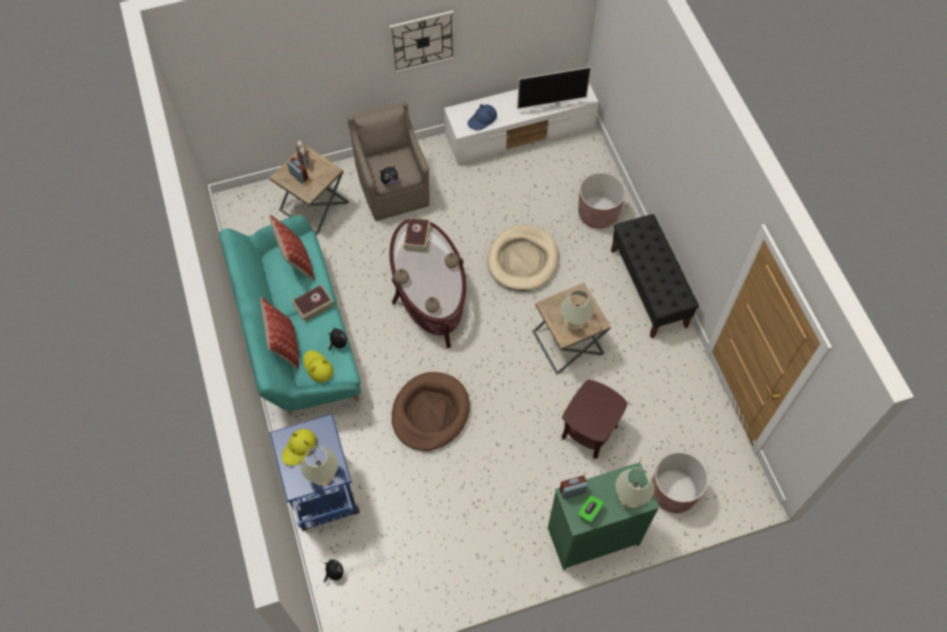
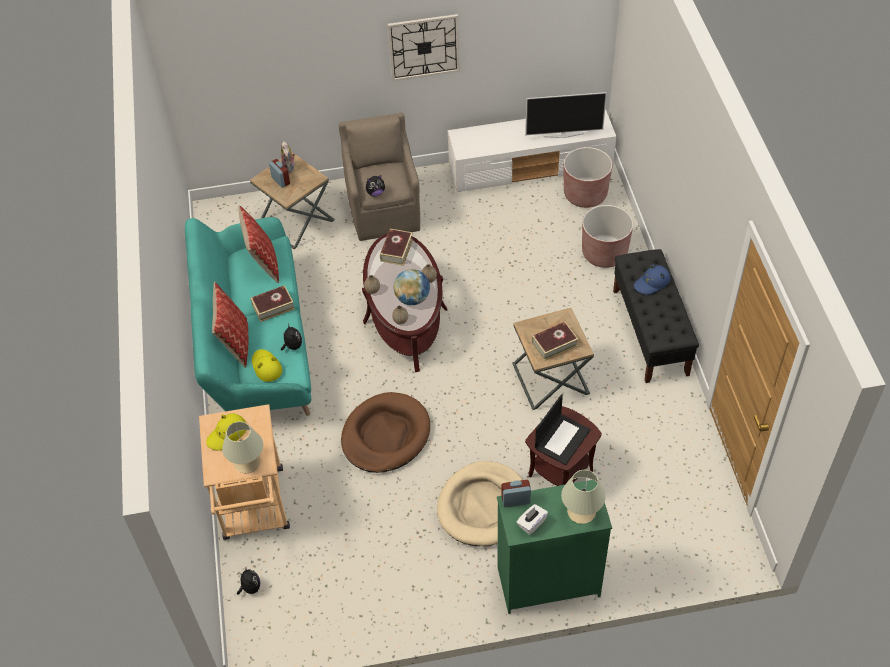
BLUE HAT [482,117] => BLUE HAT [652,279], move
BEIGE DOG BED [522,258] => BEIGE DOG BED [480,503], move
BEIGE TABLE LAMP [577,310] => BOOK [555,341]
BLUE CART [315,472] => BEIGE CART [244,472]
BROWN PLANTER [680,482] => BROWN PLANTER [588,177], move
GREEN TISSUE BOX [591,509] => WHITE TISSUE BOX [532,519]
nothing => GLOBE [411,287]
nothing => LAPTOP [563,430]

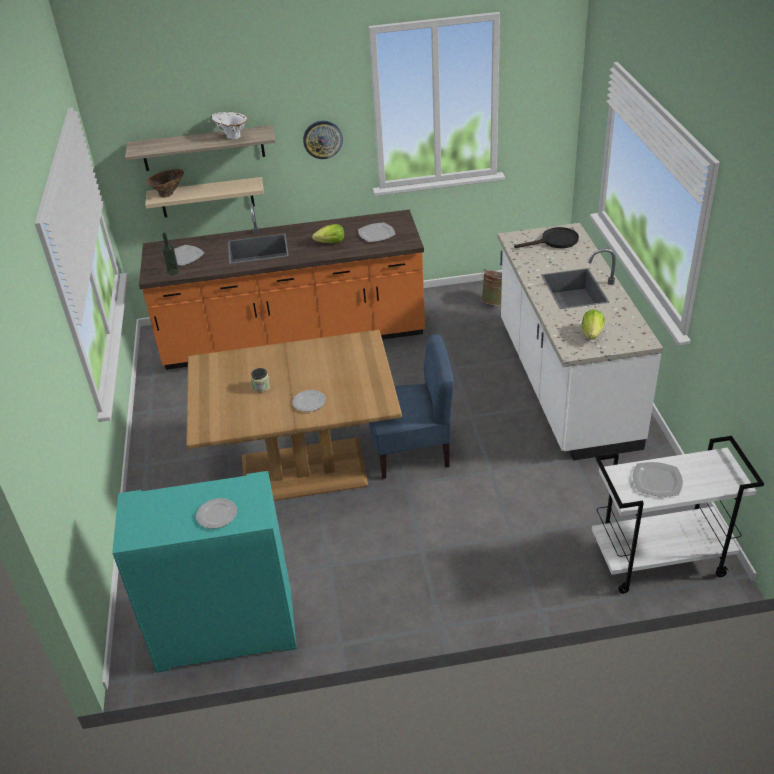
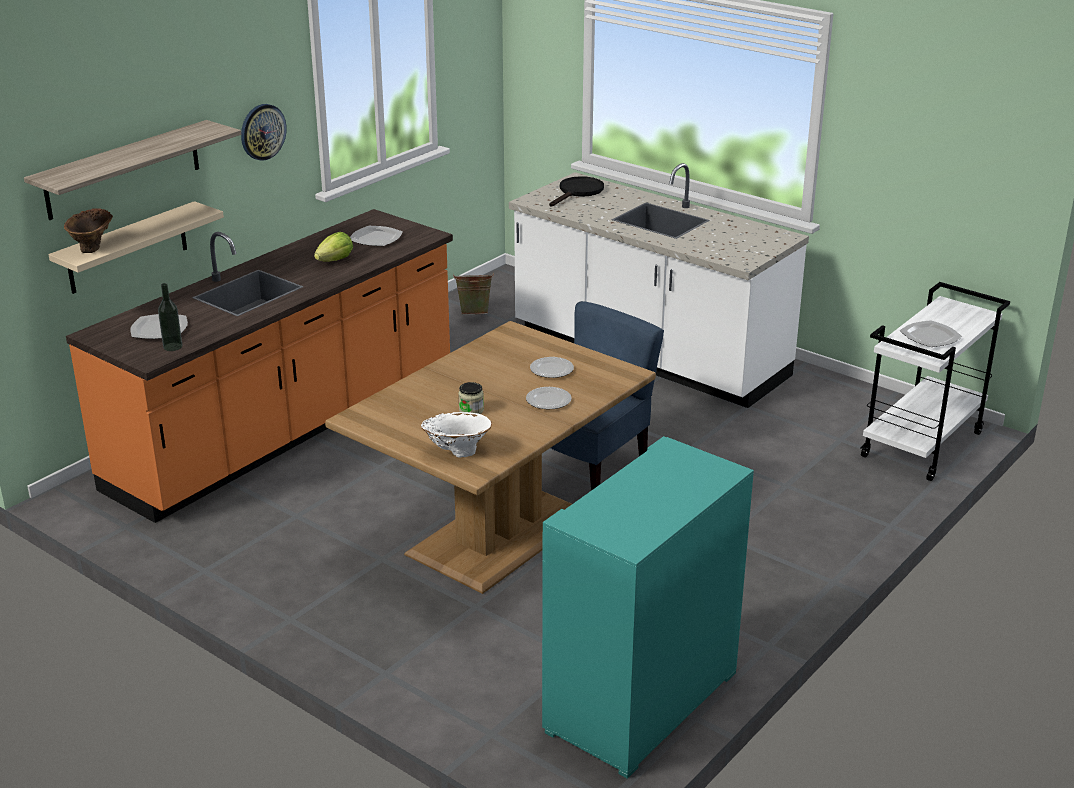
WHITE VASE [229,126] => WHITE VASE [456,435], move
LETTUCE [593,324] => nothing
PLATE [216,513] => PLATE [552,367], move

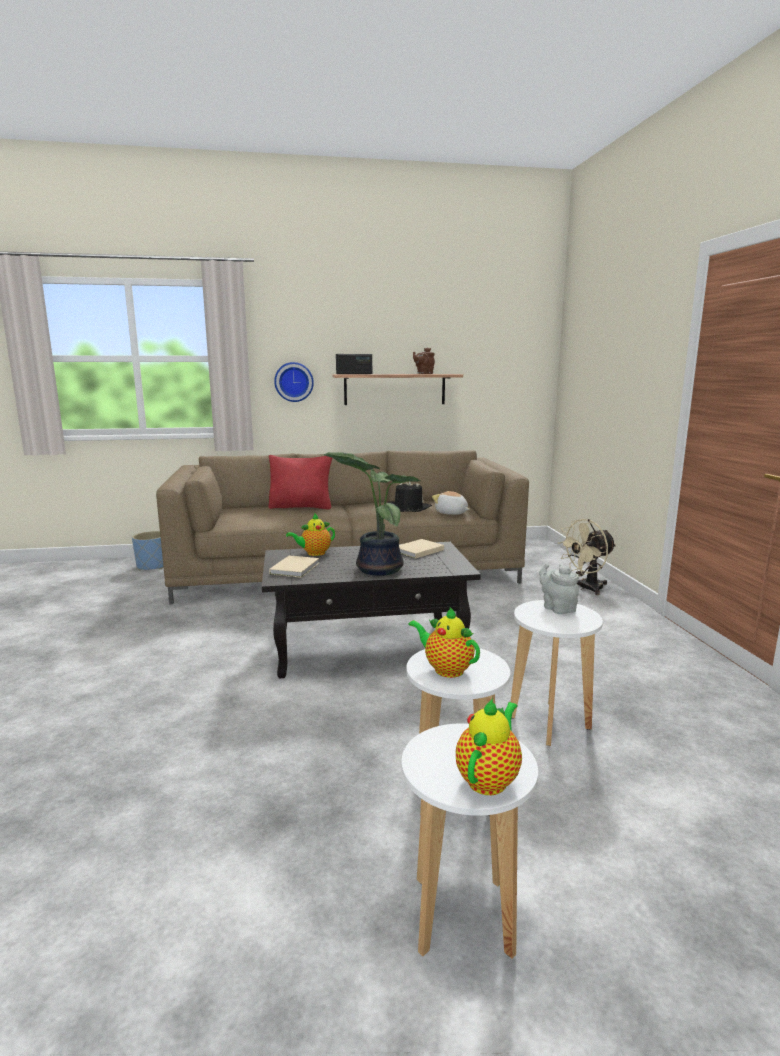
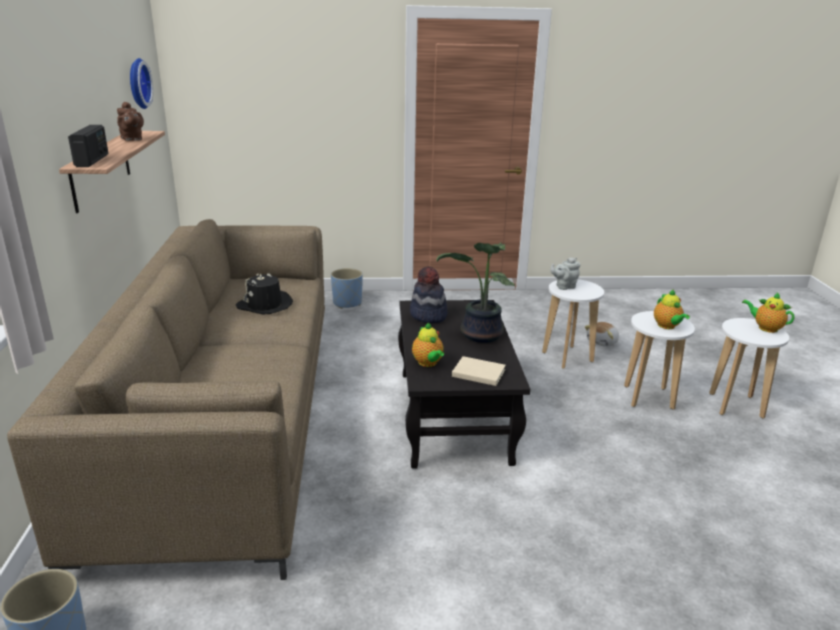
WALL CLOCK [294,382] => WALL CLOCK [141,83], move
RED PILLOW [300,482] => nothing
PLUSH TOY [451,503] => PLUSH TOY [602,334], move
BEIGE FAN [587,557] => BLUE PLANTER [347,288]
BEIGE BOOK [421,549] => HAT [428,295]
TEAPOT [444,642] => TEAPOT [672,309], 60 degrees counterclockwise

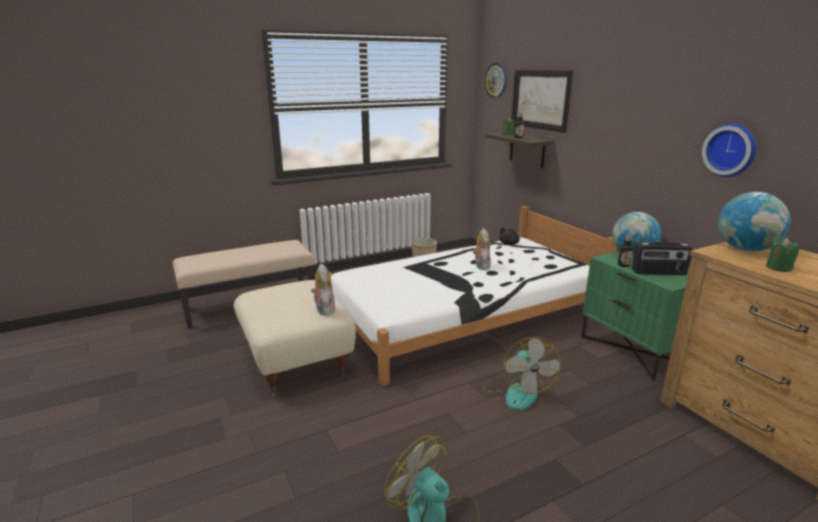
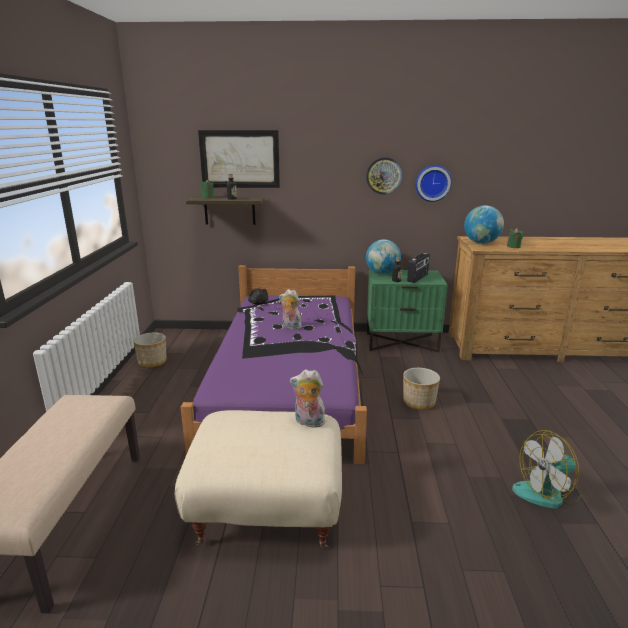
WALL CLOCK [496,80] => WALL CLOCK [384,176], move
WHITE BED [473,296] => PURPLE BED [274,364]
FAN [522,373] => PLANTER [421,389]

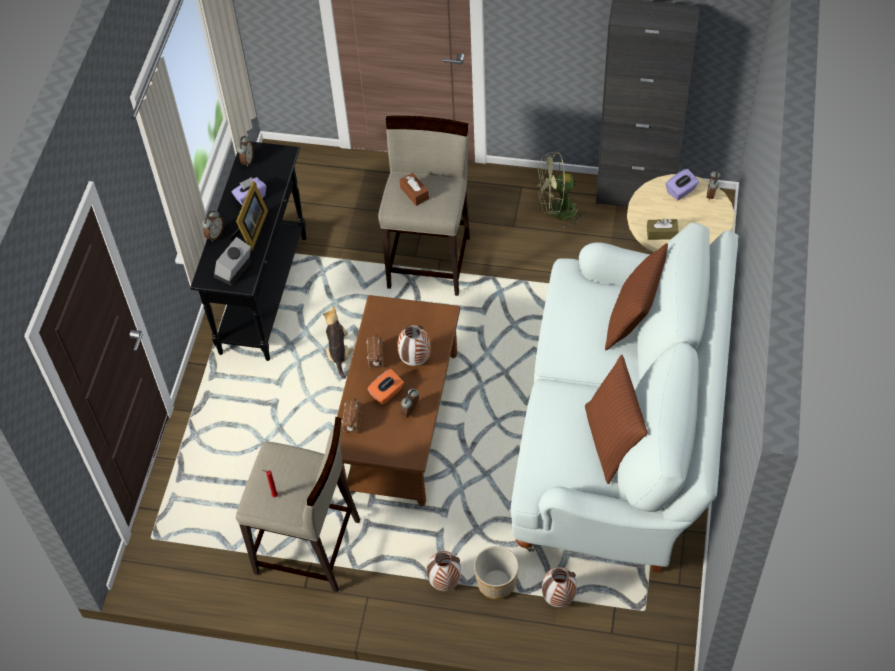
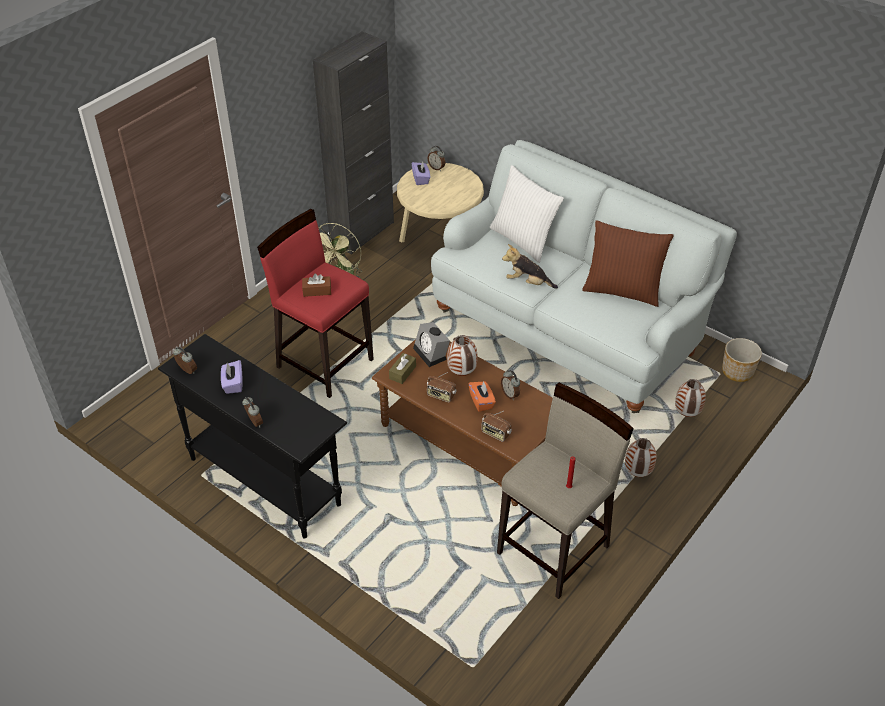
BEIGE STOOL [424,206] => RED STOOL [315,303]
PICTURE FRAME [249,216] => nothing
BROWN TISSUE BOX [663,229] => BROWN TISSUE BOX [402,368], move
ALARM CLOCK [233,261] => ALARM CLOCK [431,344], move
BROWN PILLOW [636,296] => WHITE PILLOW [527,214]
PLUSH TOY [338,342] => PLUSH TOY [530,266], move
PLANTER [496,572] => PLANTER [742,360], move

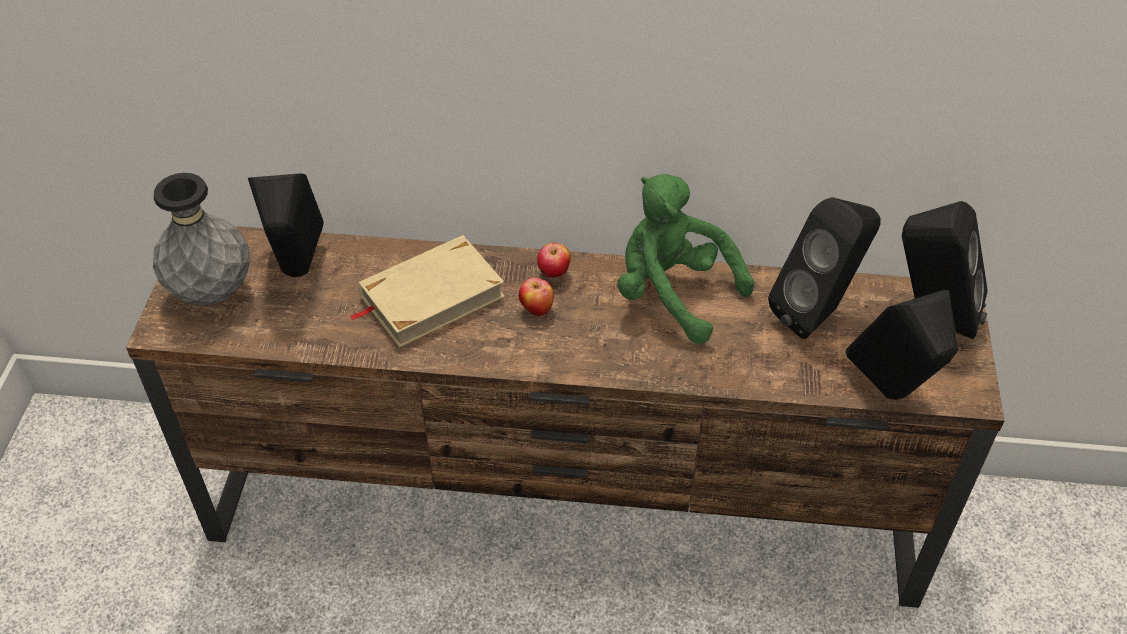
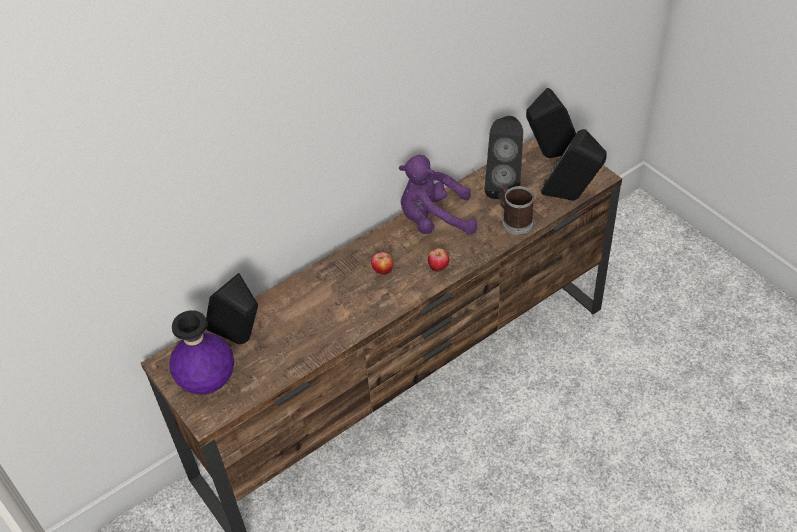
GREY VASE [201,239] => PURPLE VASE [201,352]
GREEN PLUSH TOY [685,259] => PURPLE PLUSH TOY [438,195]
BEIGE BOOK [427,291] => nothing
APPLE [554,260] => APPLE [438,260], move
nothing => MUG [517,210]

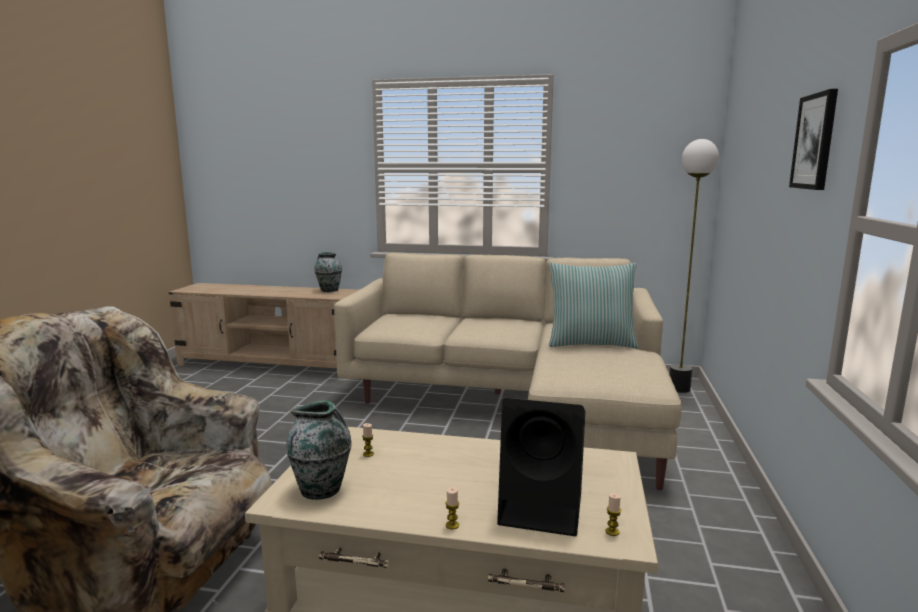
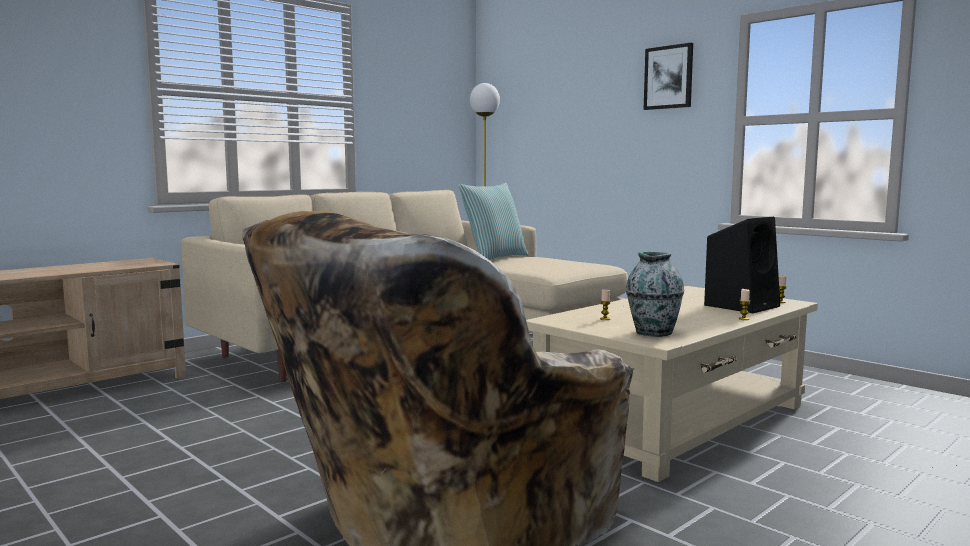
VASE [328,272] => nothing

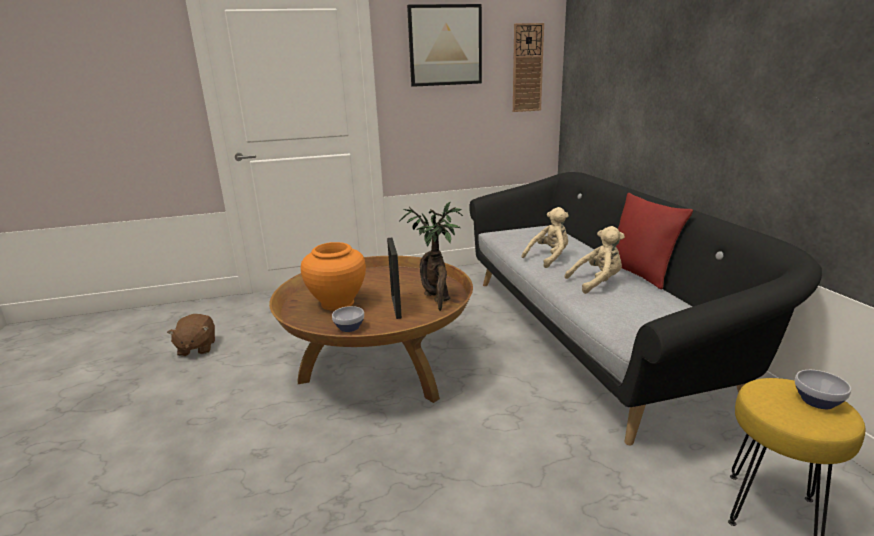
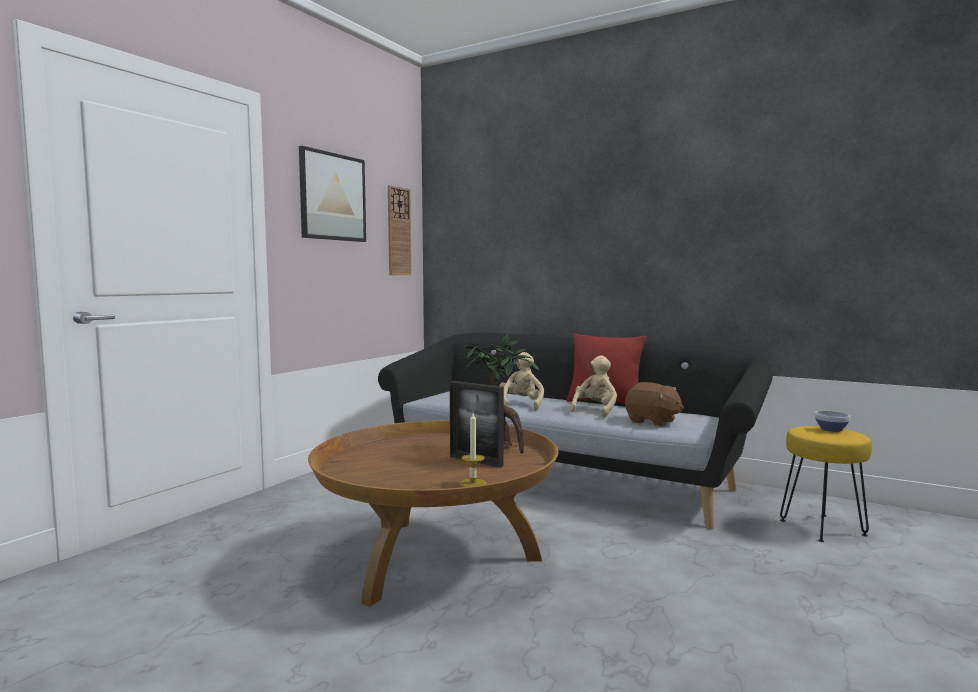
ORANGE VASE [333,276] => nothing
BOWL [348,319] => CANDLE [473,450]
BROWN PLUSH TOY [191,335] => BROWN PLUSH TOY [654,404], move

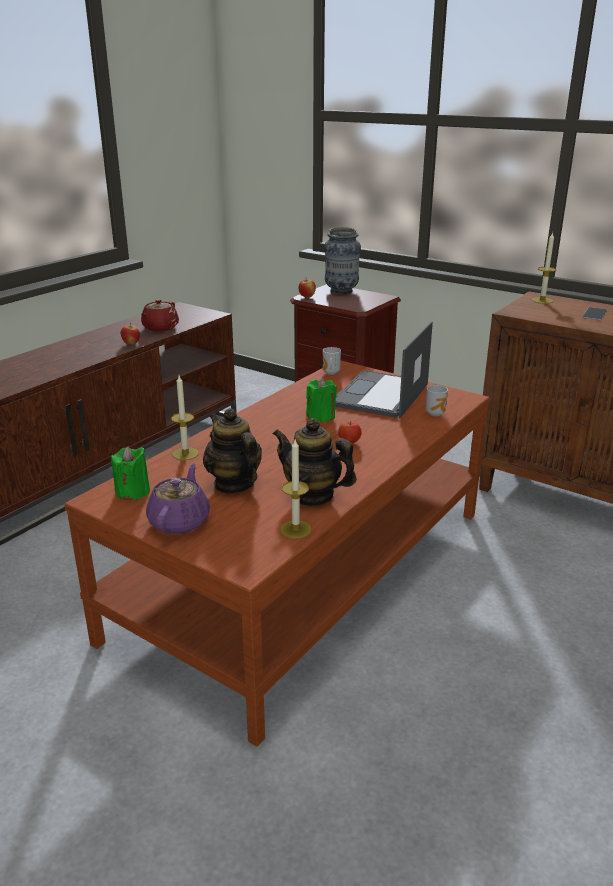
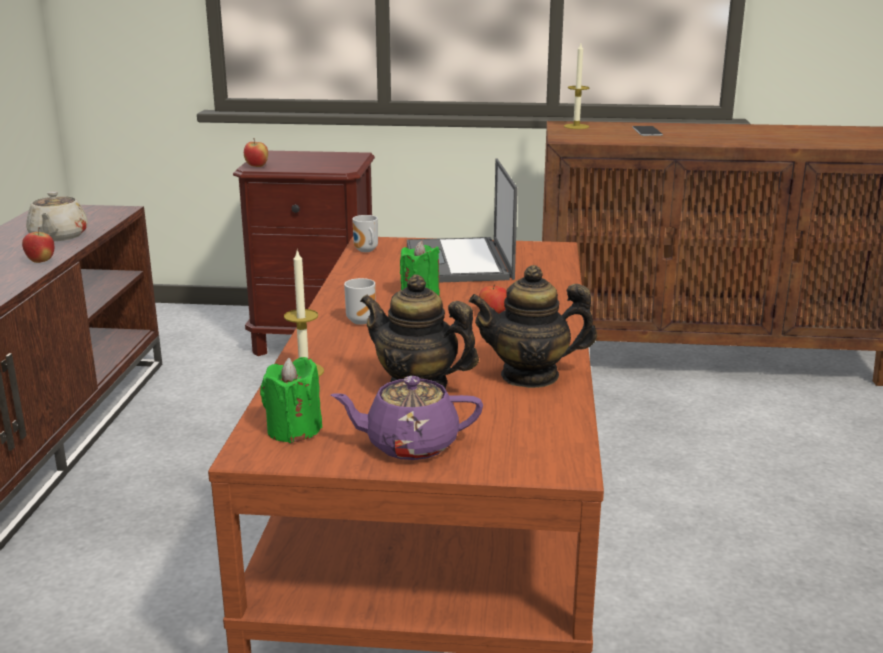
VASE [342,260] => nothing
RED TEAPOT [160,315] => BEIGE TEAPOT [57,216]
MUG [437,400] => MUG [360,301], move
CANDLE [296,489] => nothing
PURPLE TEAPOT [178,498] => PURPLE TEAPOT [406,418], 75 degrees counterclockwise

